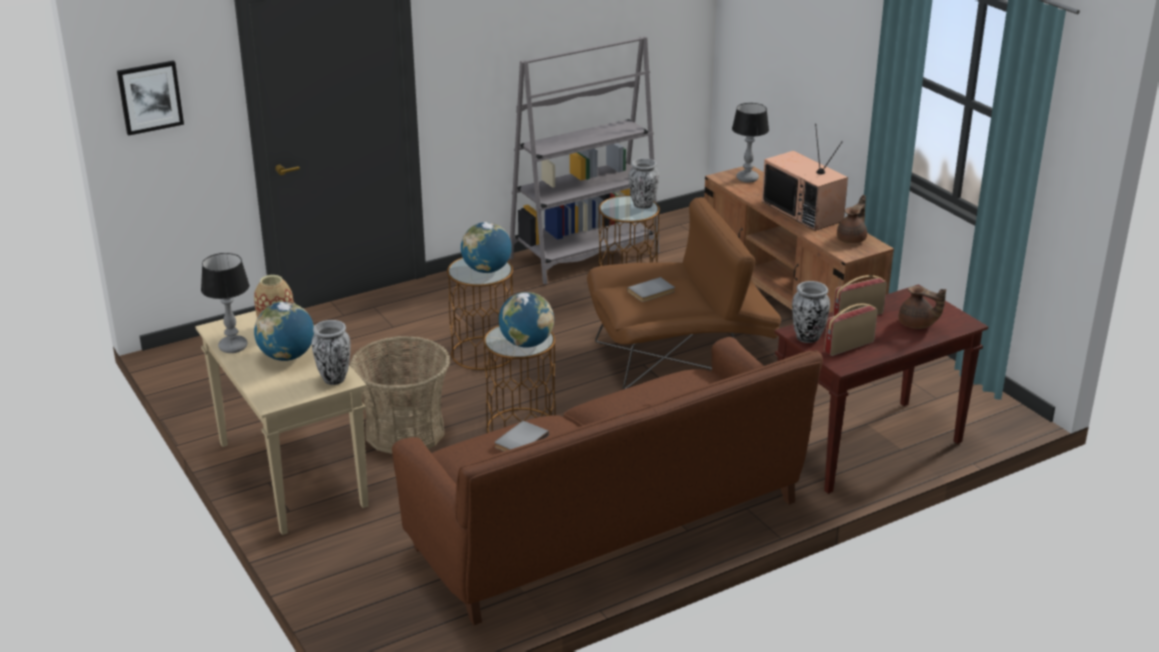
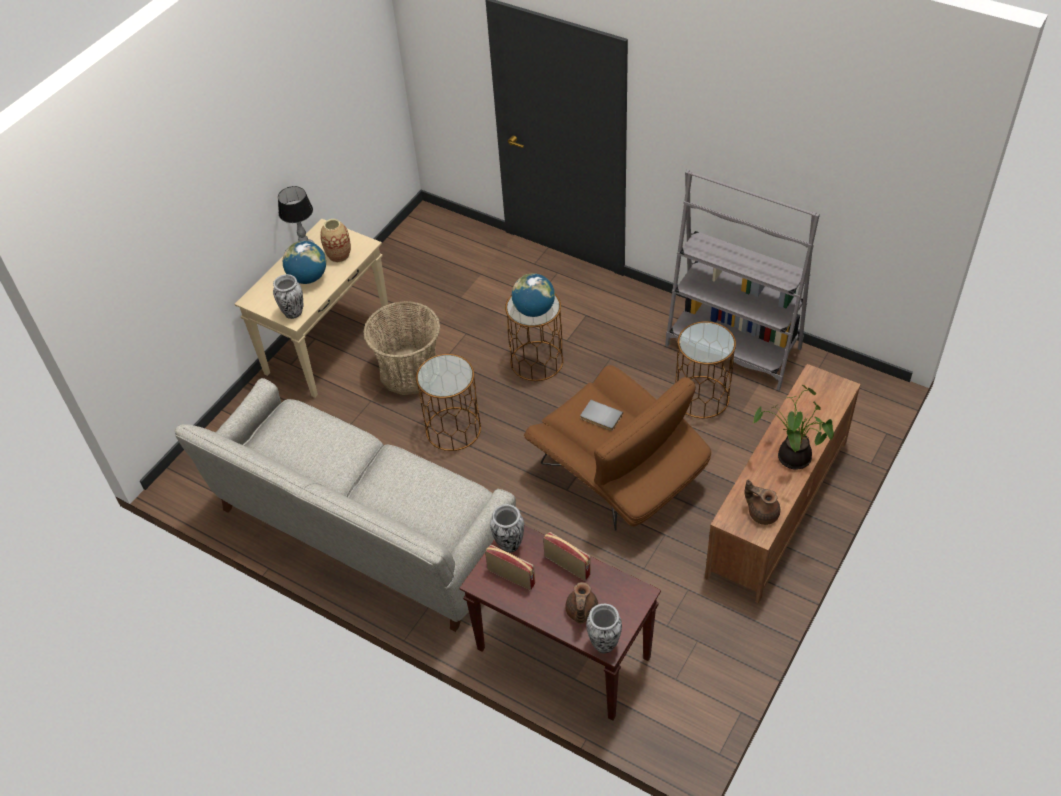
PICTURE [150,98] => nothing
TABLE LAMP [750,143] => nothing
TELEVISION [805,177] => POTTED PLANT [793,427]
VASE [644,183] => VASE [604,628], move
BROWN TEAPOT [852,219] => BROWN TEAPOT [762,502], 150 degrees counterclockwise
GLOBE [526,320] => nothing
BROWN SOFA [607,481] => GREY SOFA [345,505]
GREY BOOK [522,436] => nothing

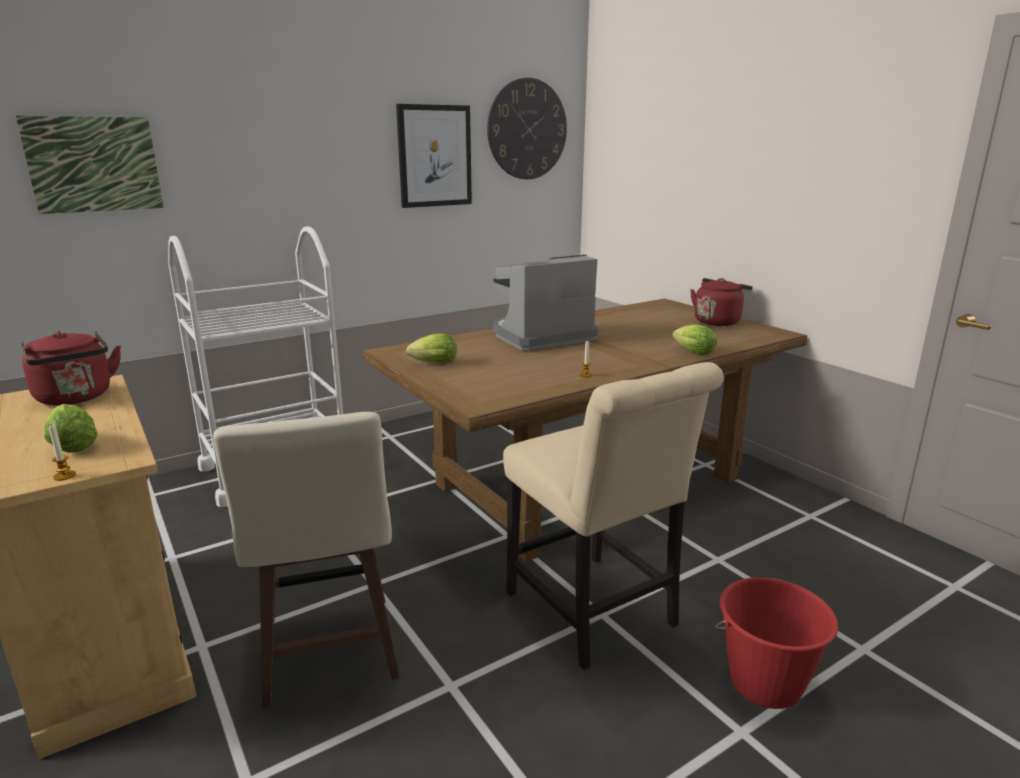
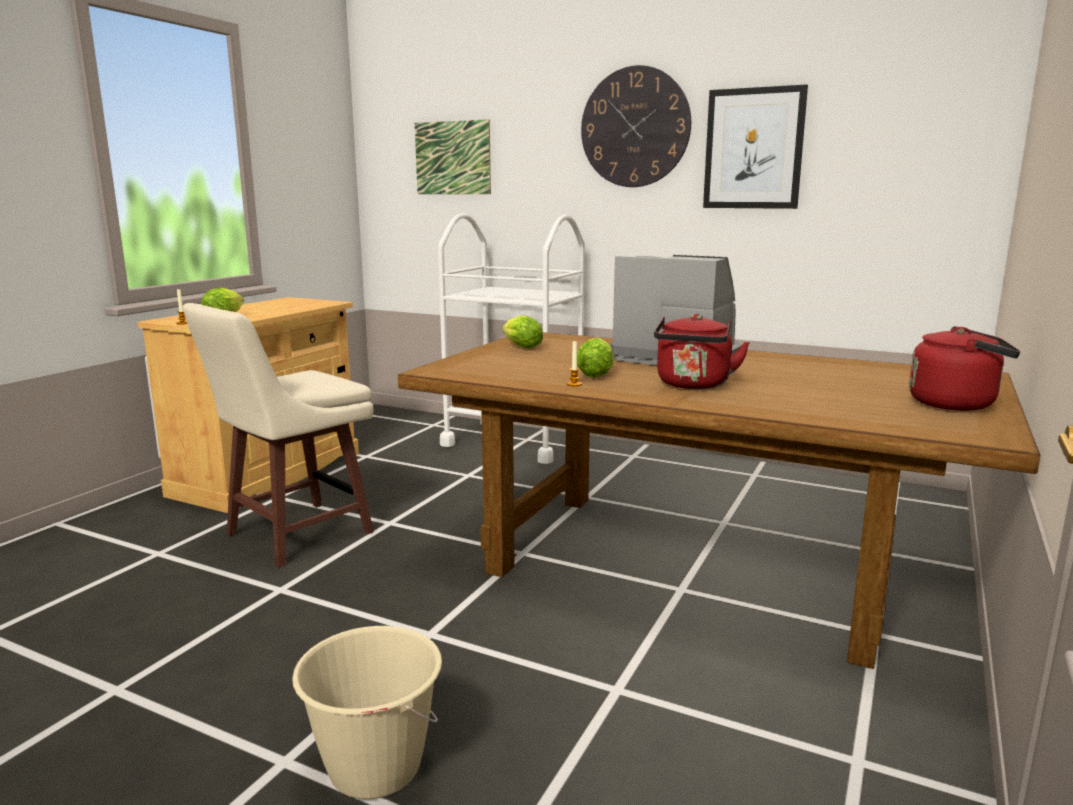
WALL CLOCK [527,128] => WALL CLOCK [636,126], move
LETTUCE [694,339] => LETTUCE [595,358], move
RED KETTLE [71,367] => RED KETTLE [702,351], move
BEIGE CHAIR [613,516] => nothing
RED BUCKET [776,643] => BEIGE BUCKET [367,713]

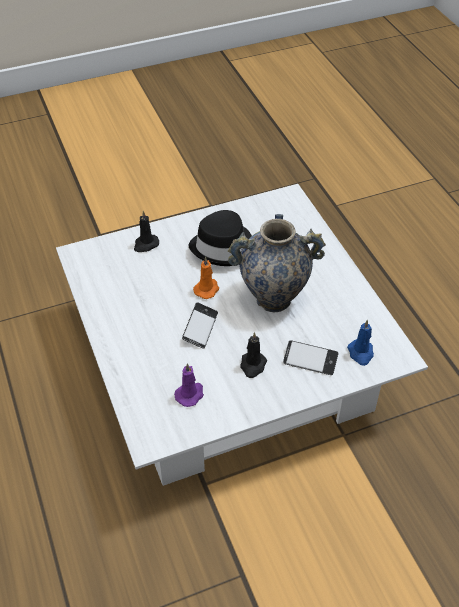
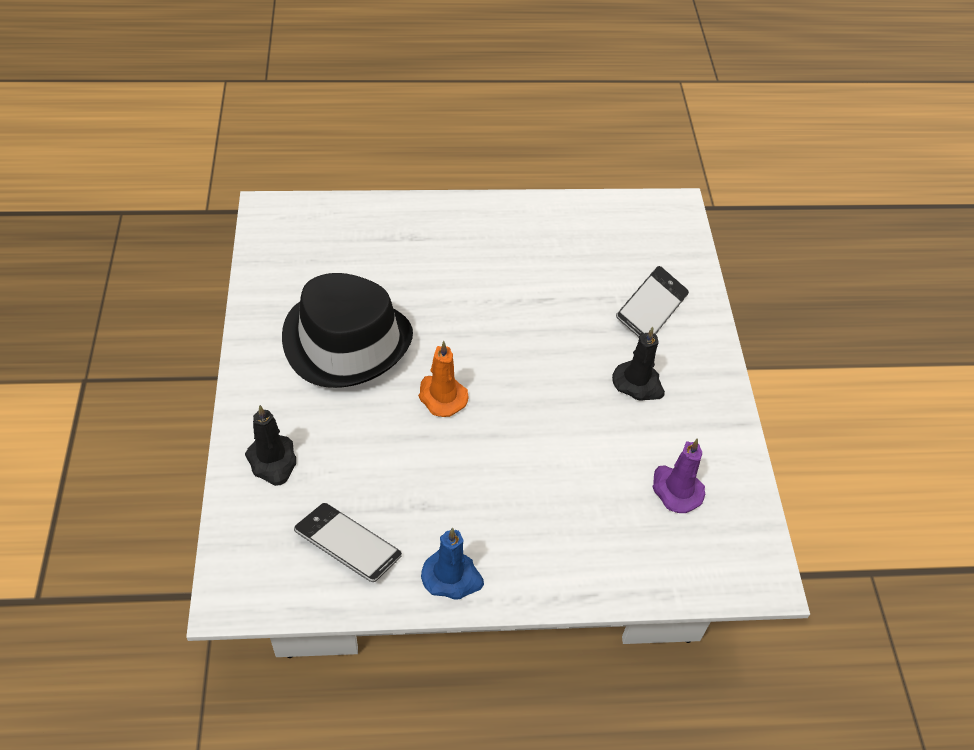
VASE [277,263] => nothing
PHONE [200,325] => PHONE [348,542], move
BLUE CANDLE [360,343] => BLUE CANDLE [452,564], move

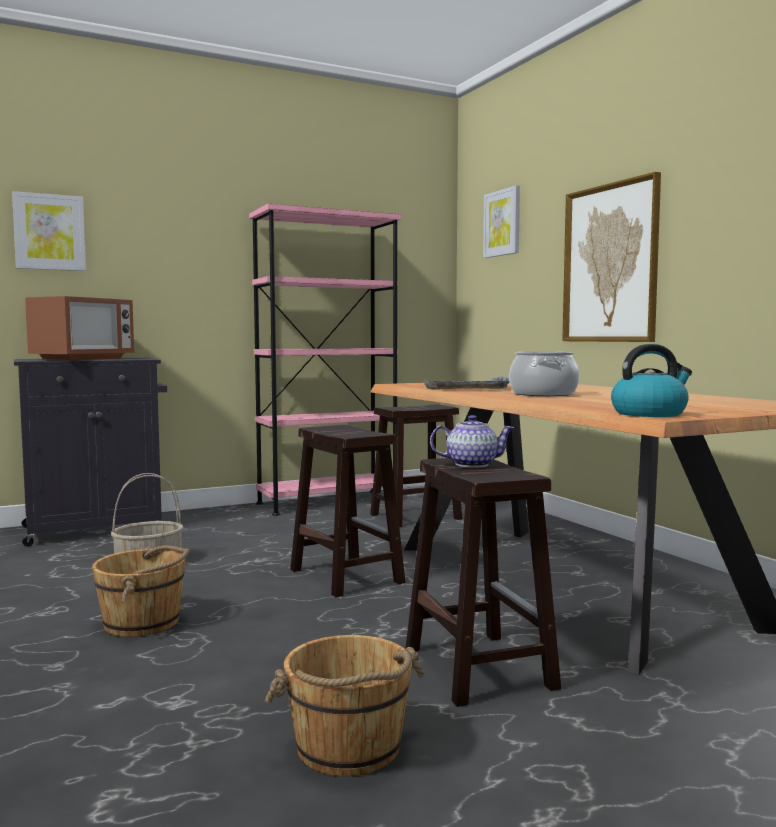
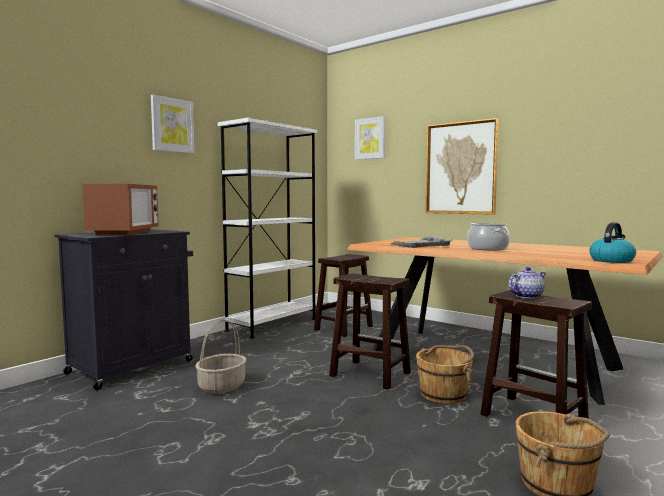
PICTURE [49,231] => PICTURE [172,124], move
PINK BOOKCASE [325,359] => WHITE BOOKCASE [267,228]
BROWN BUCKET [141,591] => BROWN BUCKET [445,374], move

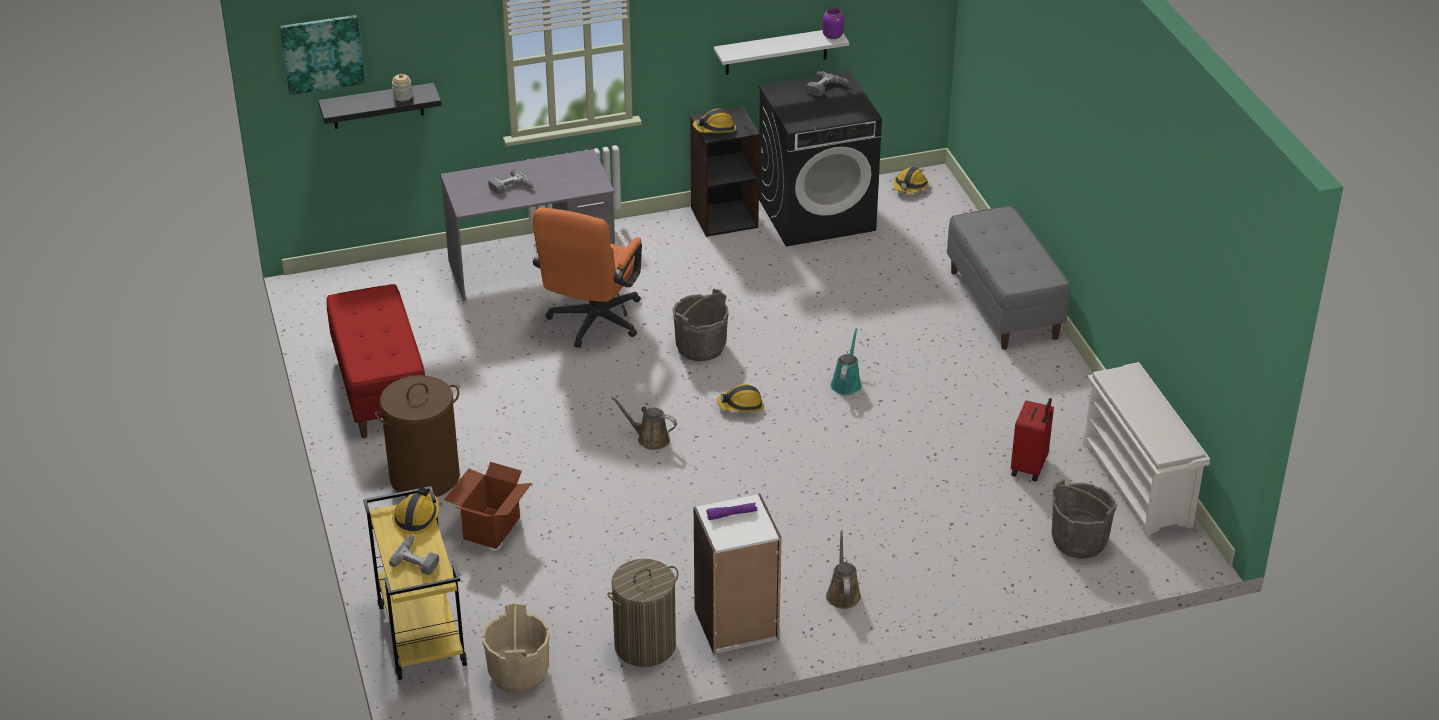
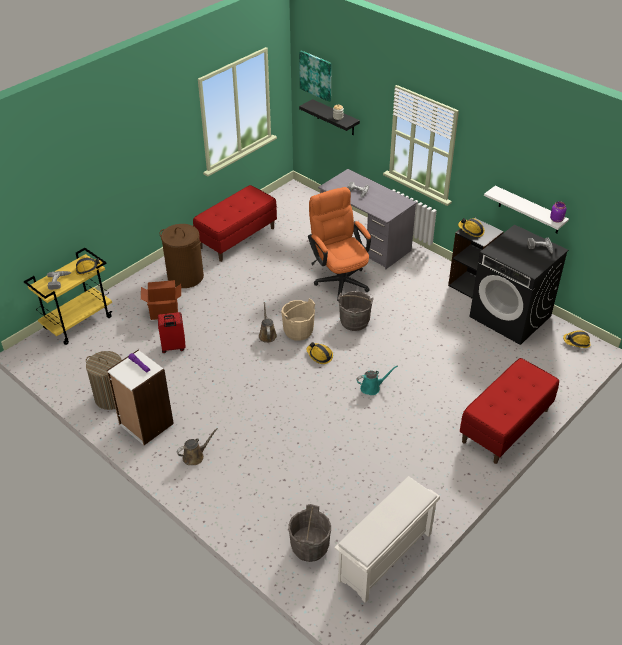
GREY BENCH [1008,278] => RED BENCH [509,411]
ORANGE OFFICE CHAIR [587,277] => ORANGE OFFICE CHAIR [339,244], 75 degrees clockwise
RED SUITCASE [1032,440] => RED SUITCASE [172,332], move
BEIGE BUCKET [516,648] => BEIGE BUCKET [298,319], move

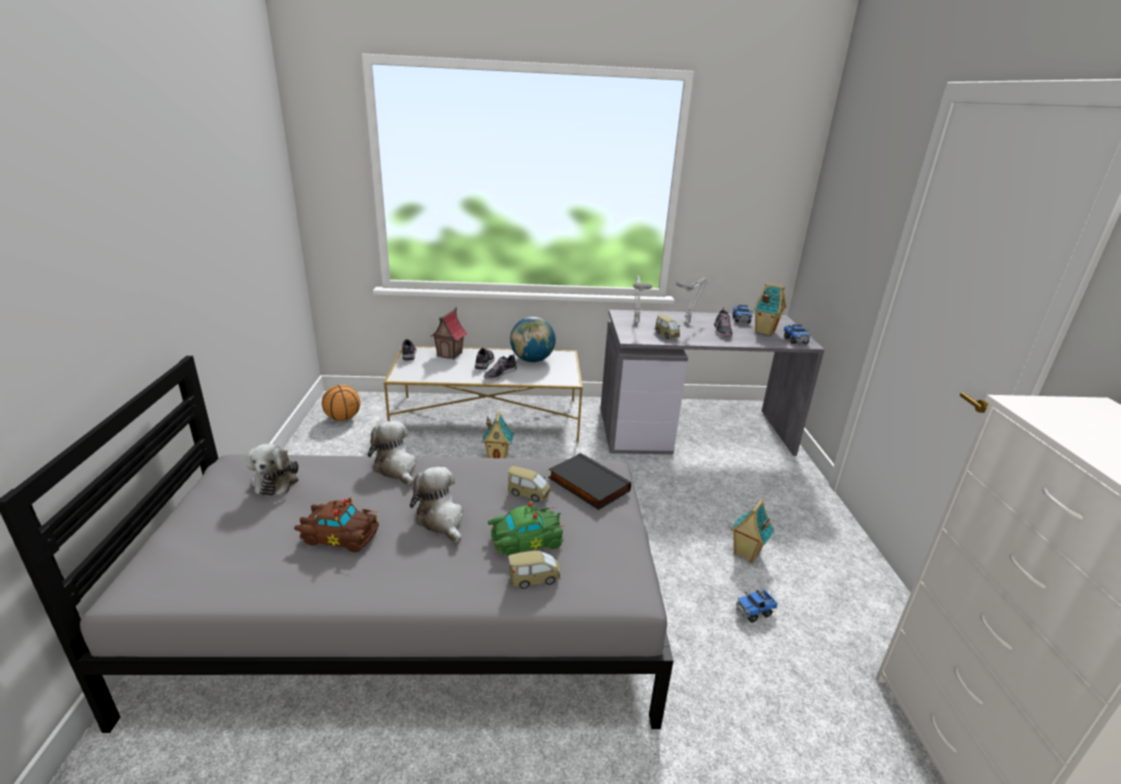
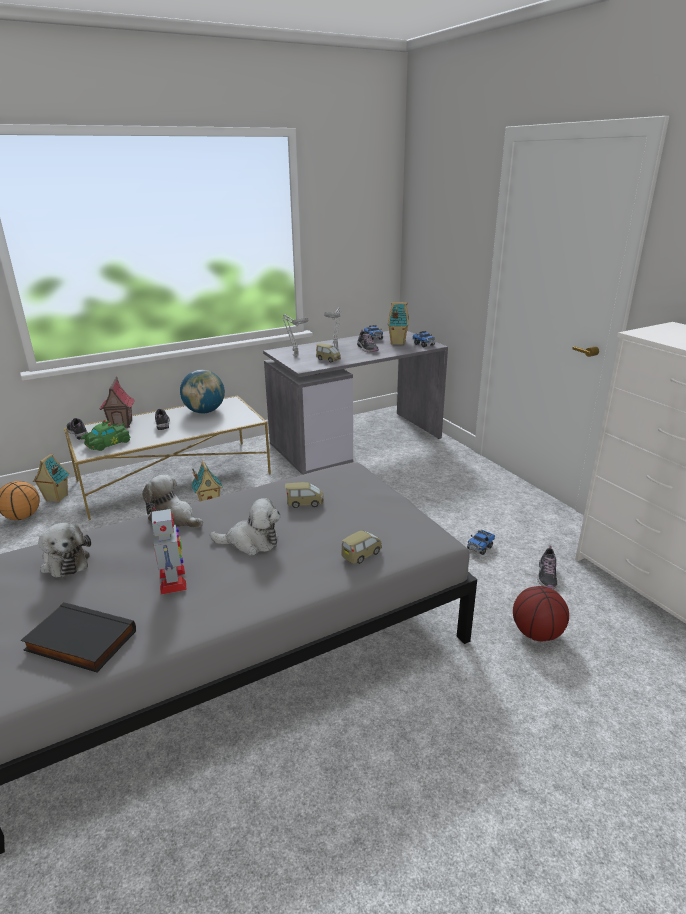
SHOE [500,366] => SHOE [547,567], move
BLACK BOOK [589,481] => BLACK BOOK [78,637], move
PLUSH TOY [436,505] => PLUSH TOY [245,526], 150 degrees clockwise
BROWN TOY CAR [336,525] => TOY ROBOT [169,551]
TOY HOUSE [752,531] => TOY HOUSE [51,477], move
GREEN TOY CAR [526,528] => GREEN TOY CAR [105,435], move
nothing => BASKETBALL [541,613]

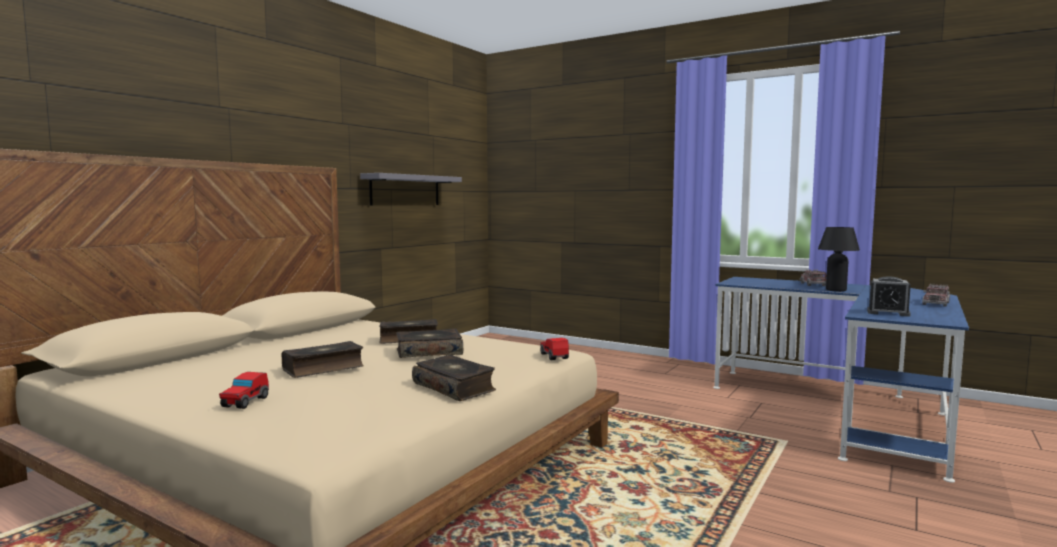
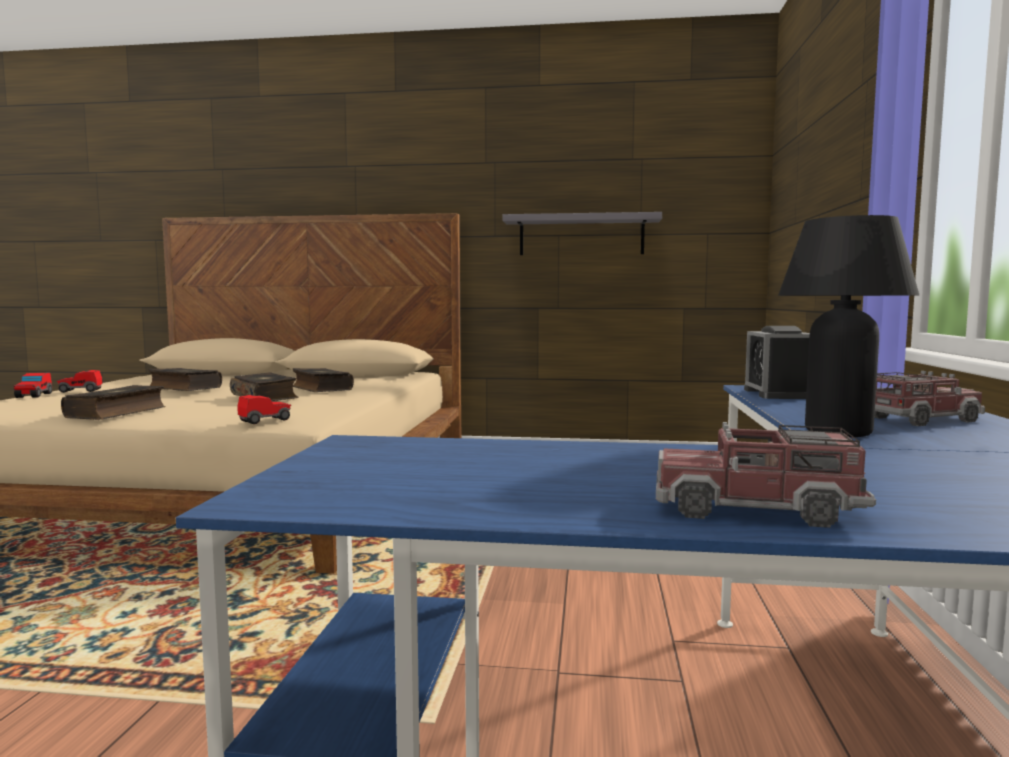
ALARM CLOCK [889,296] => ALARM CLOCK [777,362], move
nothing => TOY CAR [32,385]

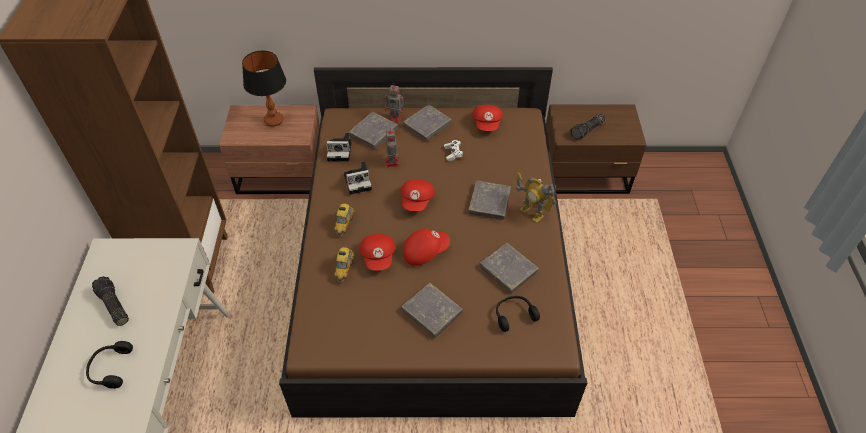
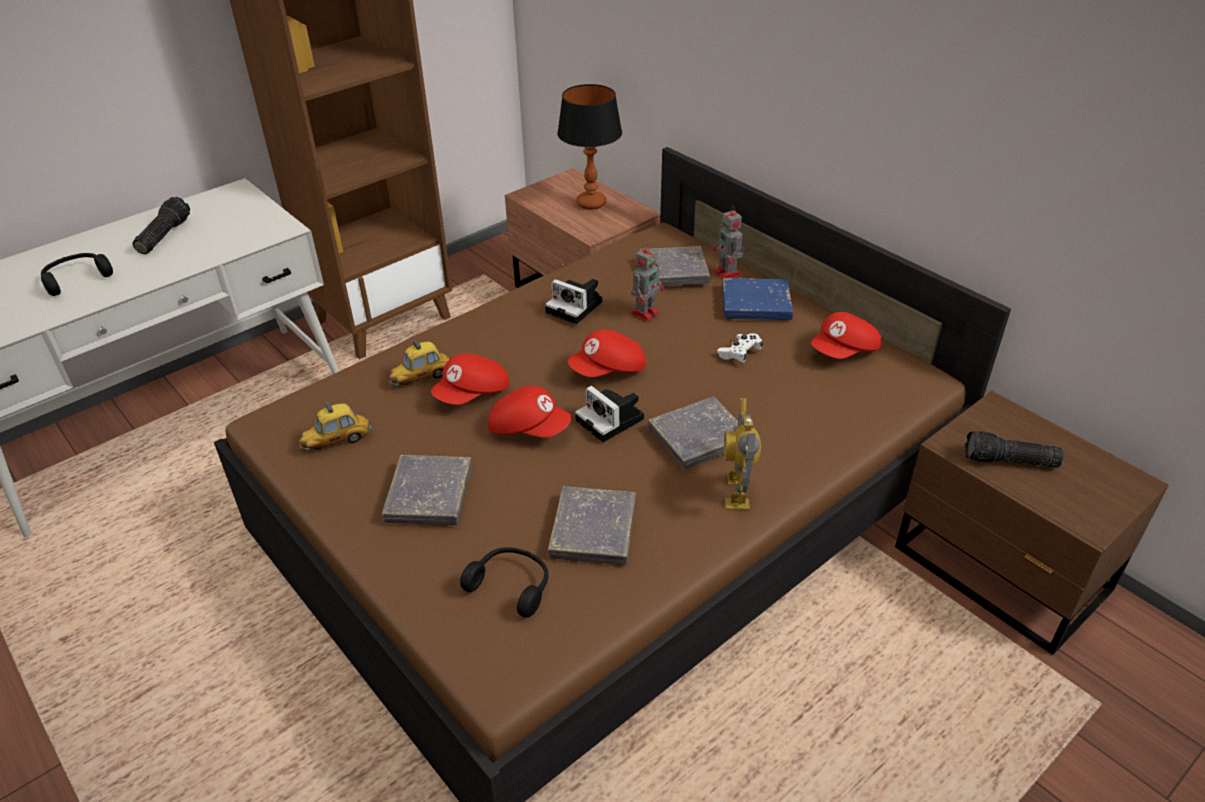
GREY BOOK [427,123] => BLUE BOOK [757,299]
PHOTO CAMERA [339,147] => PHOTO CAMERA [609,414], move
TOY CAR [344,220] => TOY CAR [336,426], move

